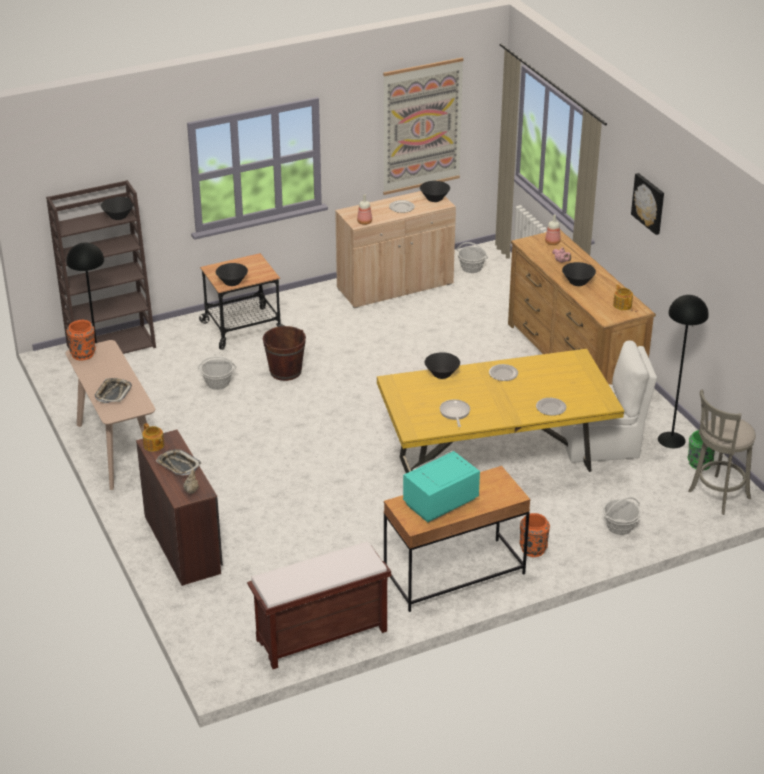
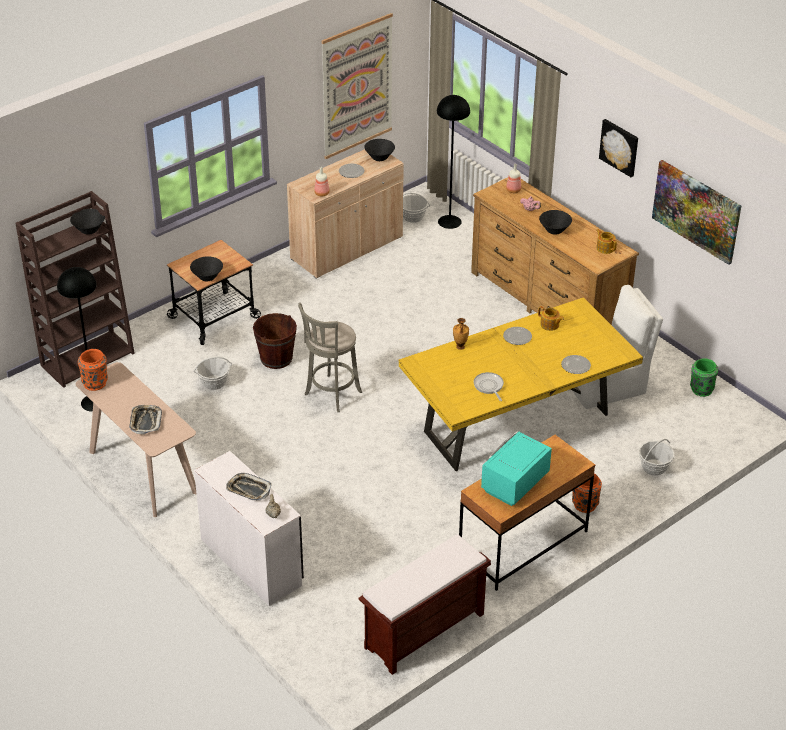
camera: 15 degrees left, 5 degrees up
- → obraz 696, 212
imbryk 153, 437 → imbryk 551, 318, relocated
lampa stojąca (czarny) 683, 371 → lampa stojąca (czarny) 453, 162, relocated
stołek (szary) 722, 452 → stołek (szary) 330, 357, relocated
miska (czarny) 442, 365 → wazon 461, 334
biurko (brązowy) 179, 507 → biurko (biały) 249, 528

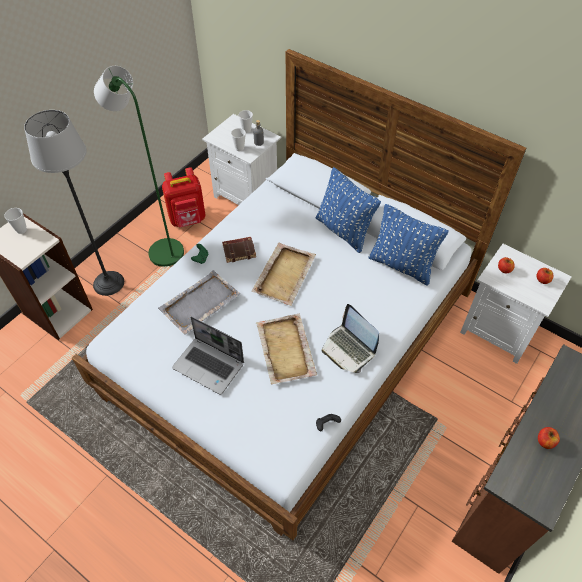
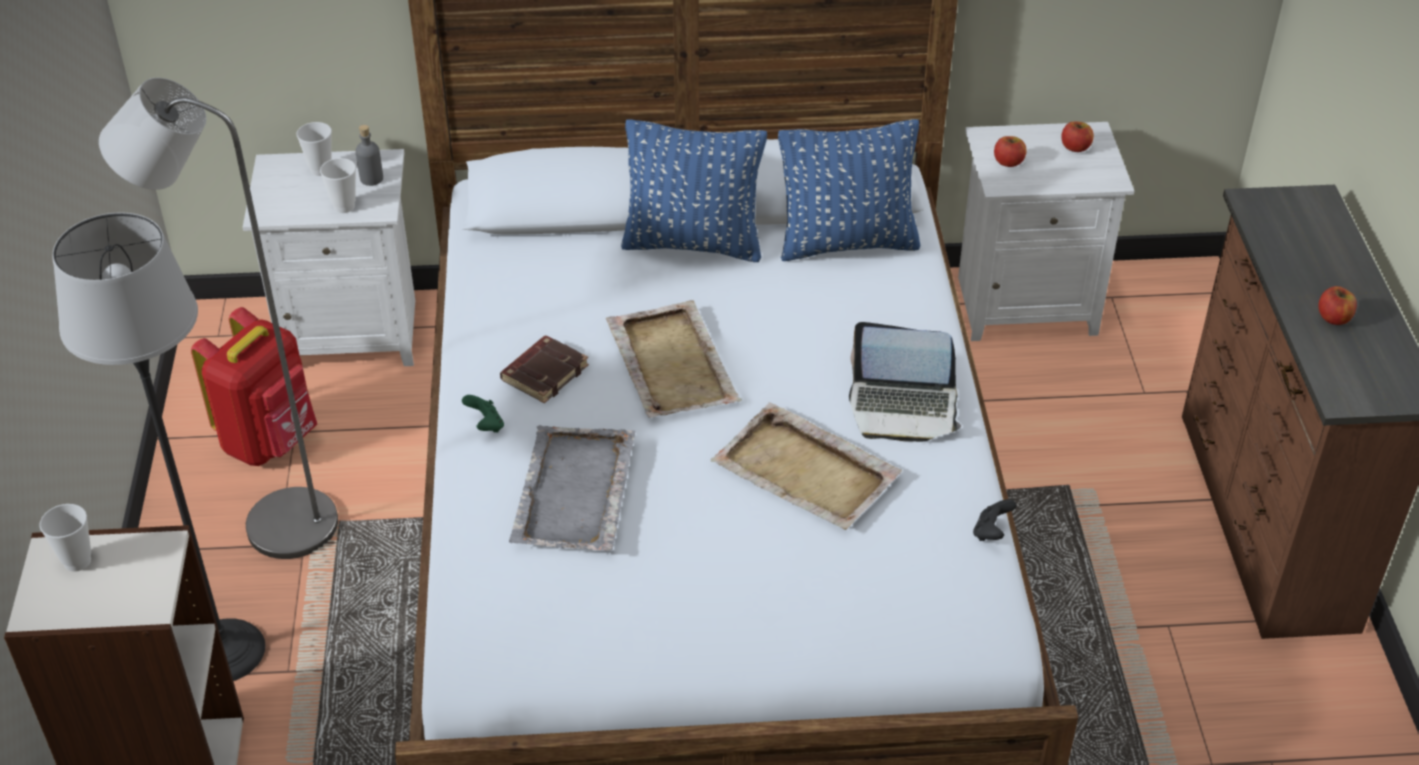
camera: 40 degrees left, 10 degrees down
laptop 208, 356 → -
lampa stojąca (zielony) 139, 166 → lampa stojąca (szary) 218, 318

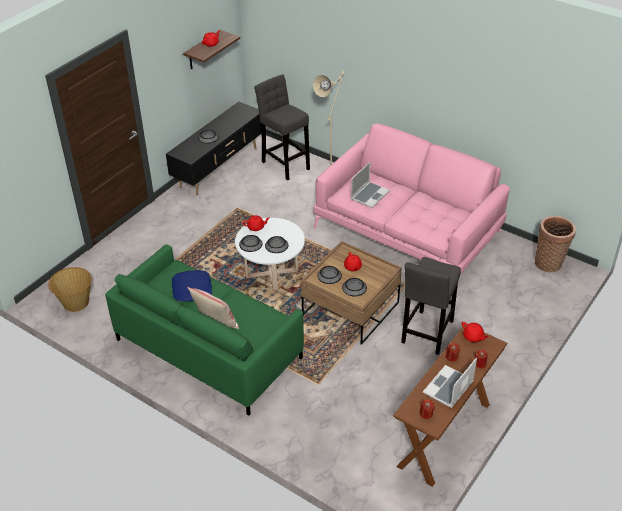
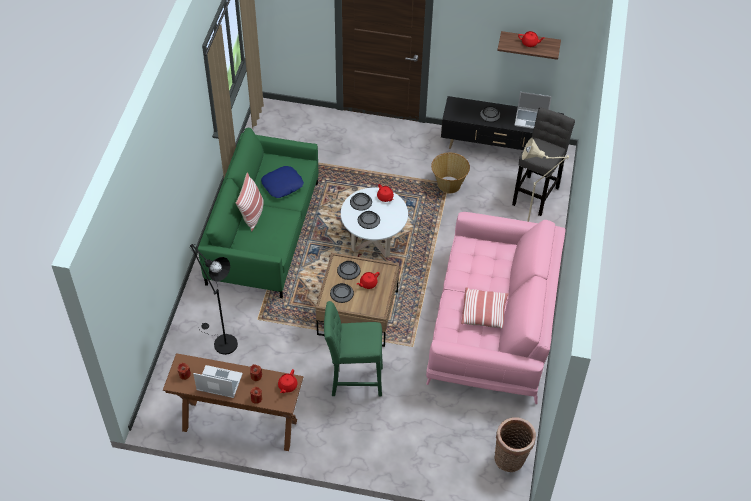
camera: 65 degrees right, 10 degrees up
- → lampa stojąca (czarny) 214, 299
- → poduszka 485, 308
koszyk 70, 289 → koszyk 450, 173, relocated
laptop 370, 185 → laptop 533, 110, relocated
stołek (szary) 431, 306 → stołek (zielony) 353, 349

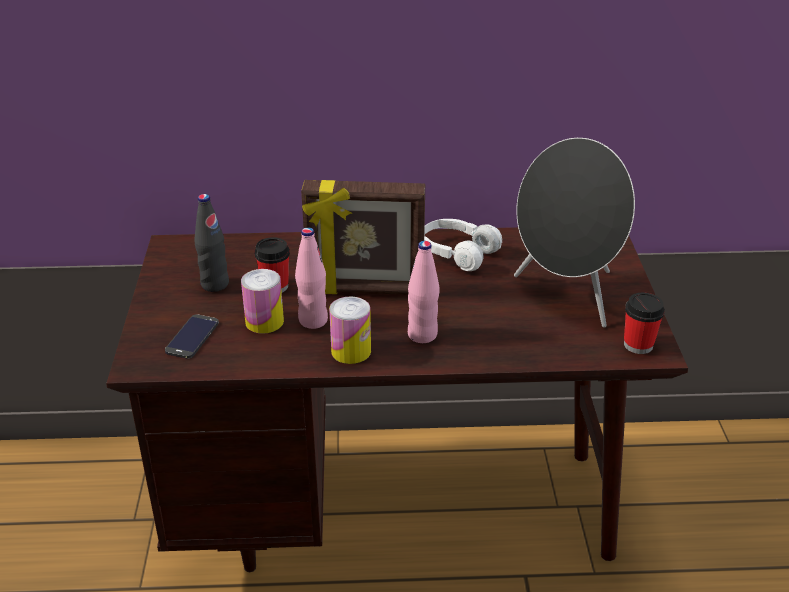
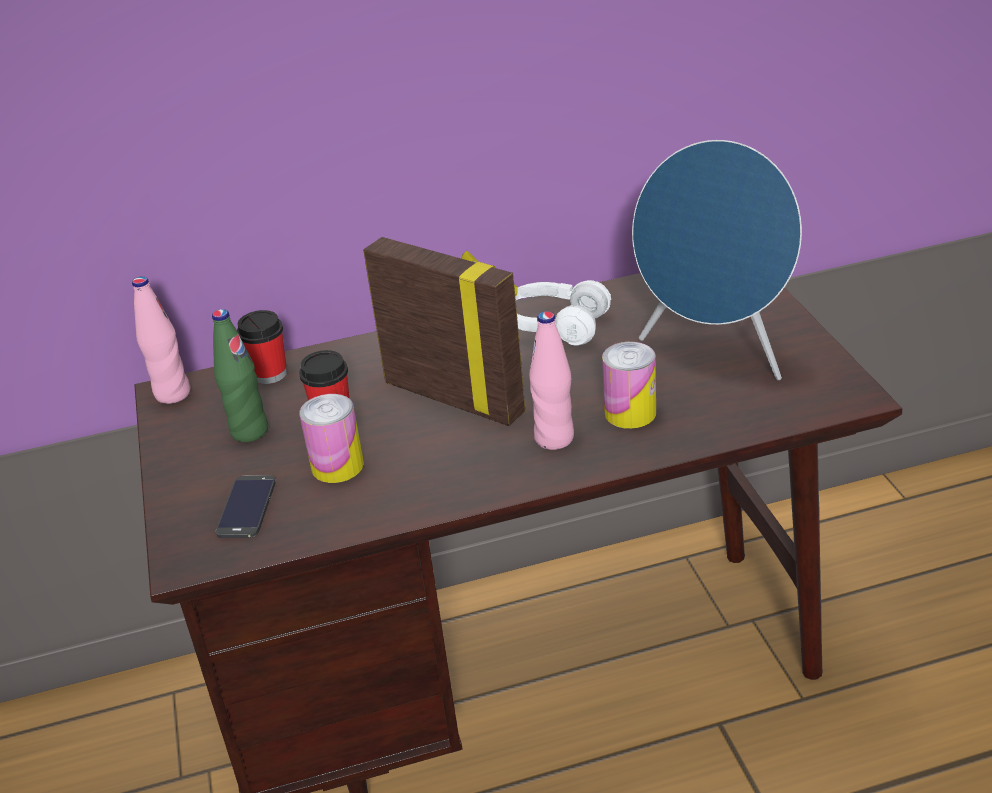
camera: 10 degrees left, 0 degrees up
butelka (różowy) 311, 278 → butelka (różowy) 161, 340, relocated
puszka 350, 330 → puszka 629, 385, relocated
filiżanka 644, 323 → filiżanka 262, 347, relocated
butelka (czarny) 211, 243 → butelka (zielony) 240, 375
głośnik (czarny) 574, 232 → głośnik (niebieski) 717, 260
ramka na zdjęcie 363, 237 → ramka na zdjęcie 444, 331, 135 degrees counterclockwise

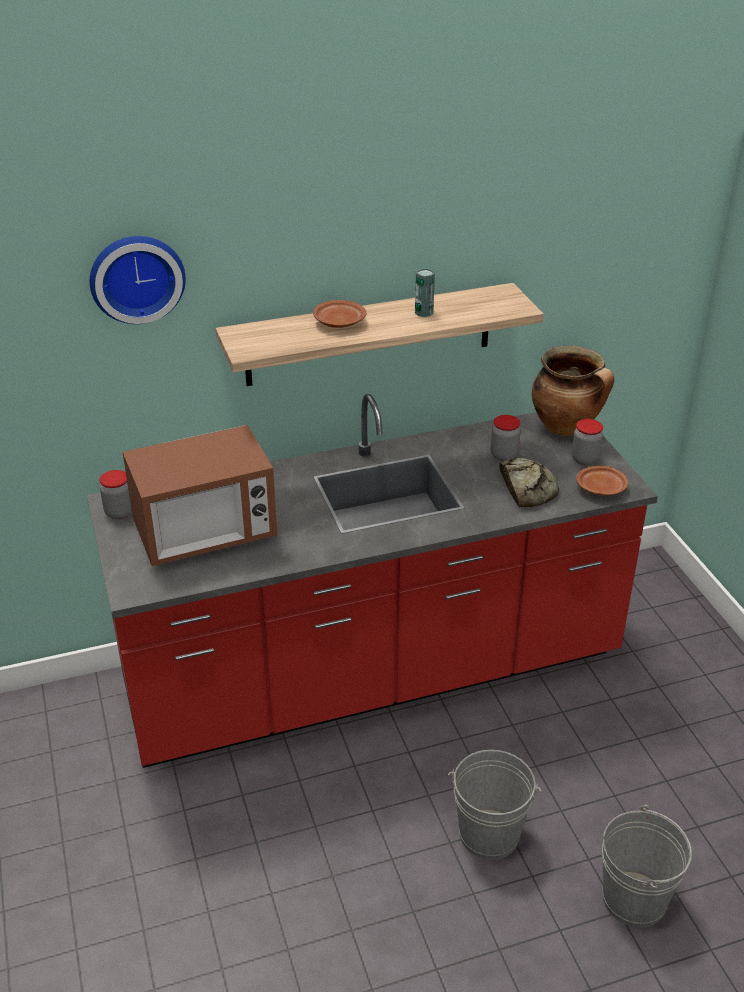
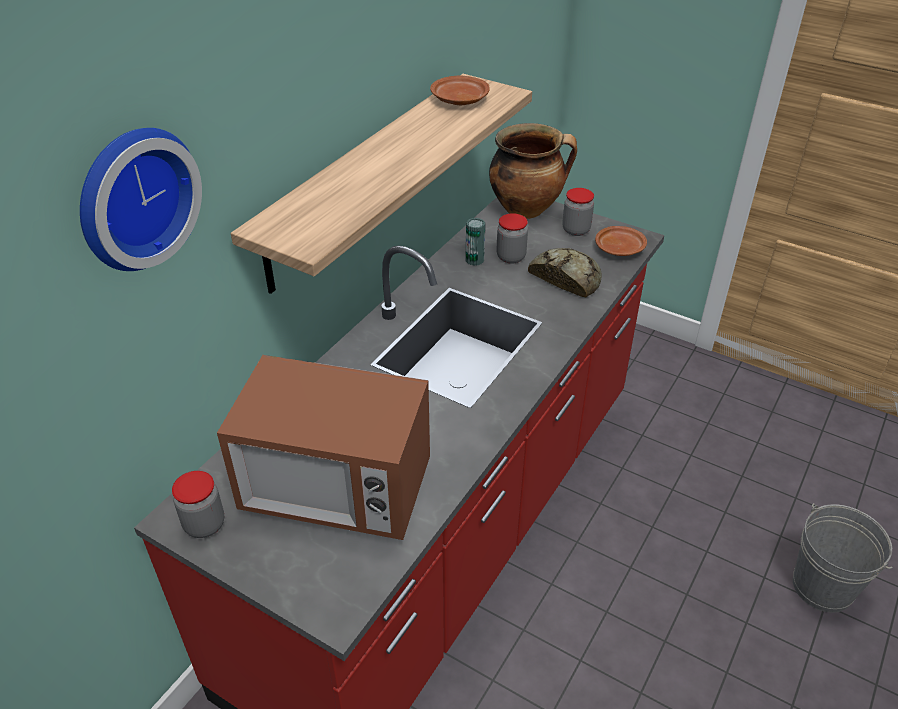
camera: 40 degrees left, 5 degrees up
wiadro (szary) 494, 805 → -
talerz (brązowy) 340, 314 → talerz (brązowy) 460, 90, relocated
puszka 425, 292 → puszka 475, 242, relocated
mikrofalówka 200, 495 → mikrofalówka 323, 447, 75 degrees clockwise

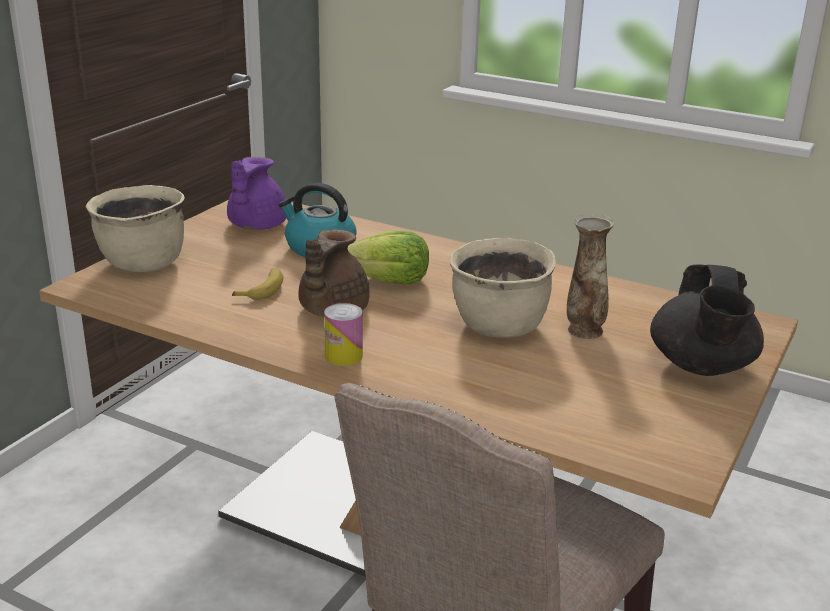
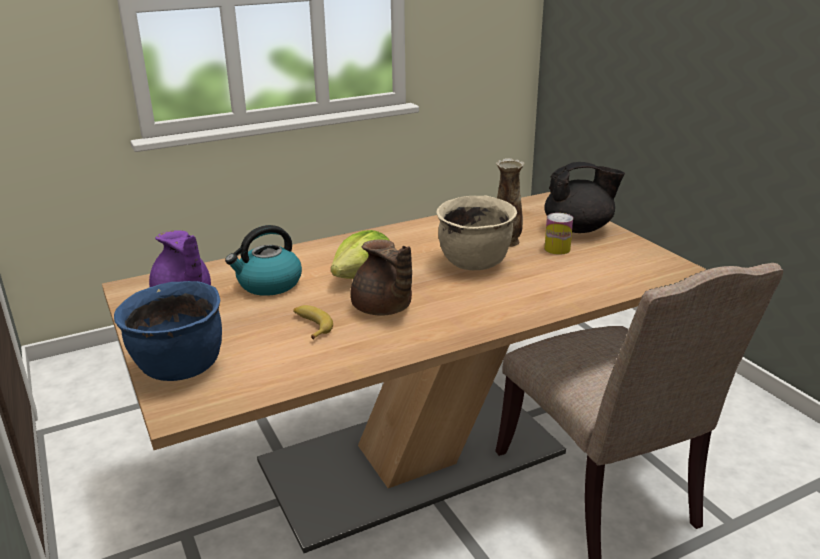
camera: 55 degrees left, 0 degrees up
puszka 343, 334 → puszka 558, 234, relocated
garnek (beżowy) 135, 228 → garnek (niebieski) 168, 331
imbryk (czarny) 707, 320 → imbryk (czarny) 584, 197, 45 degrees counterclockwise

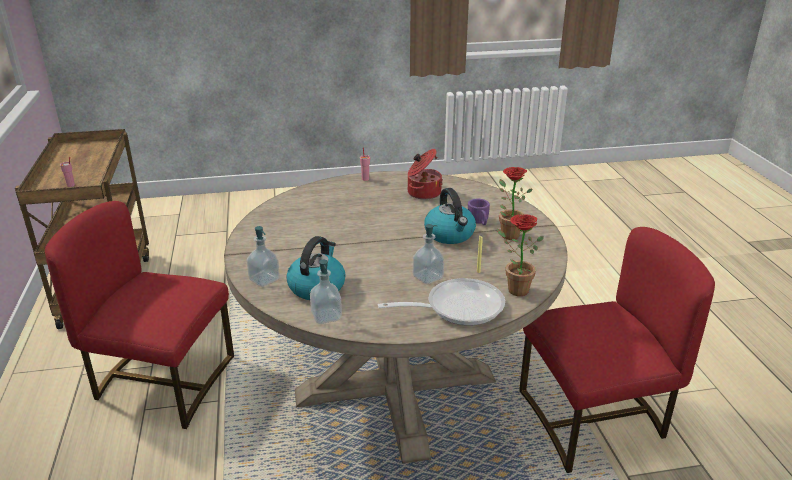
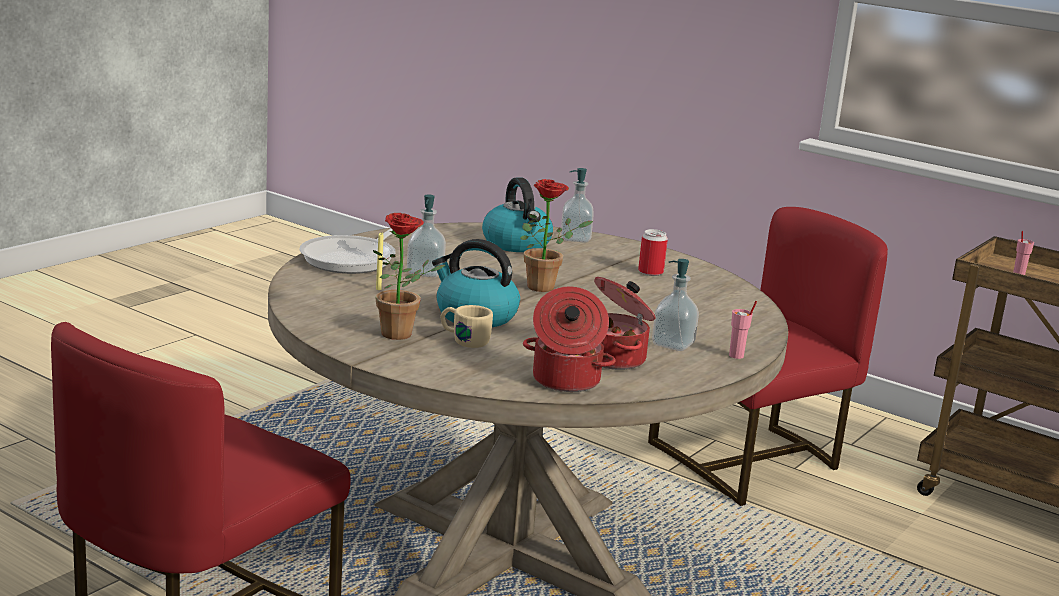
camera: 135 degrees right, 10 degrees down
- → garnek 569, 339
- → puszka 653, 252
dozownik mydła 326, 292 → dozownik mydła 675, 305, relocated
roślina doniczkowa 520, 255 → roślina doniczkowa 556, 235, relocated
kubek (fioletowy) 479, 212 → kubek (beżowy) 466, 326

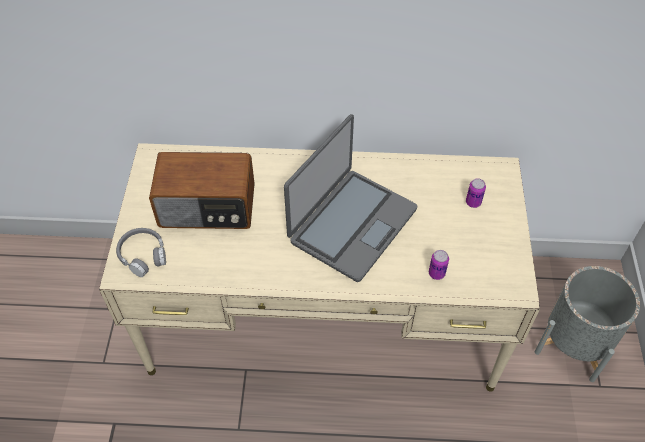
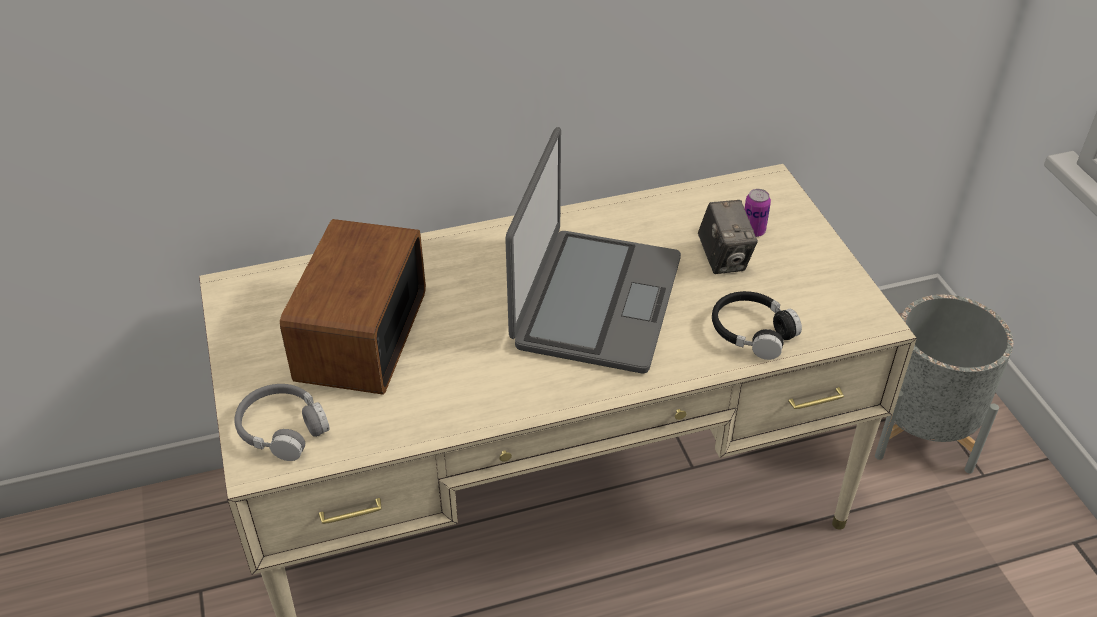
camera: 20 degrees left, 10 degrees down
- → aparat fotograficzny 728, 237
puszka 439, 265 → słuchawki (czarny) 757, 325
radio 202, 190 → radio 353, 307, 120 degrees clockwise

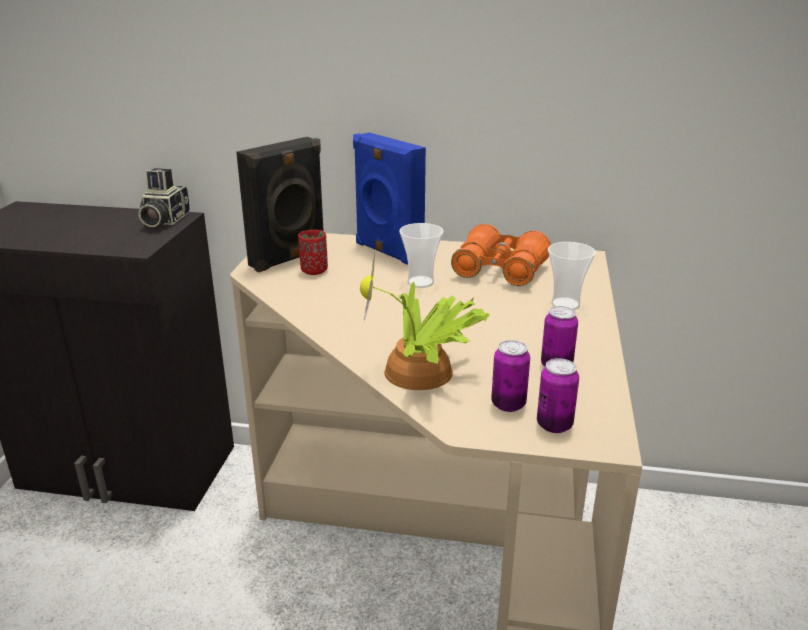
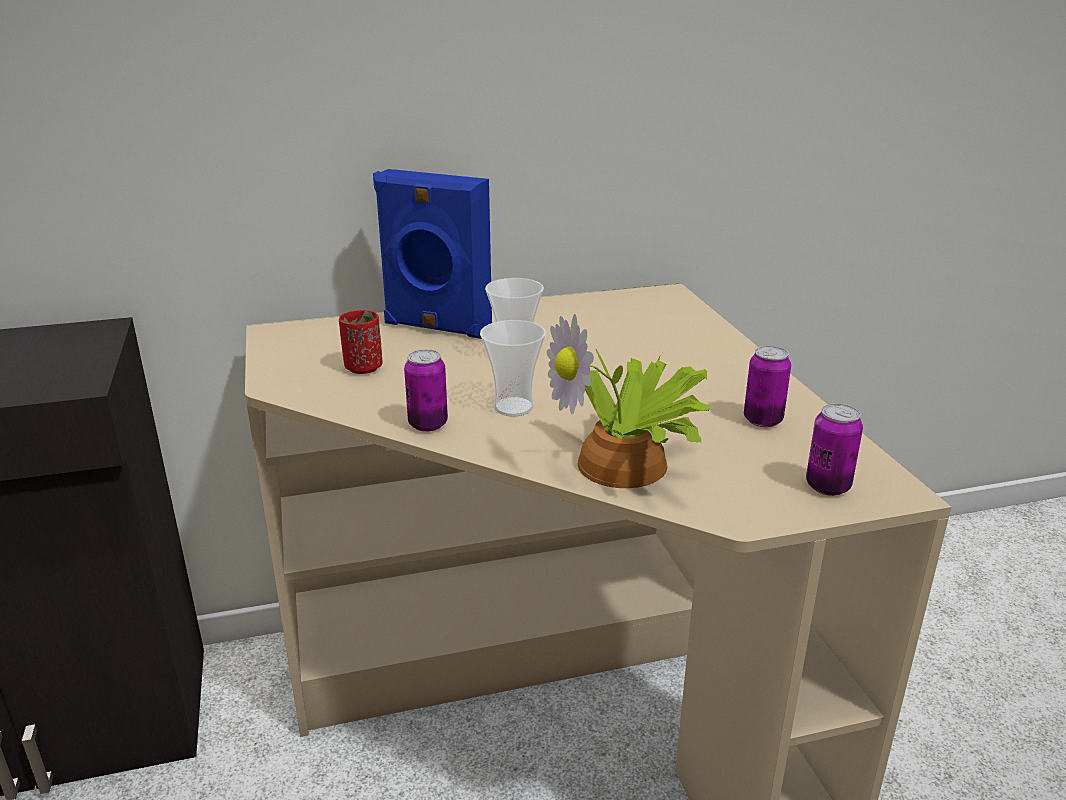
camera: 25 degrees left, 0 degrees up
aparat fotograficzny 164, 197 → -
głośnik (czarny) 280, 204 → -
lornetka (pomarańczowy) 501, 255 → -
puszka 510, 376 → puszka 426, 390, relocated
filiżanka 572, 276 → filiżanka 513, 368, relocated

